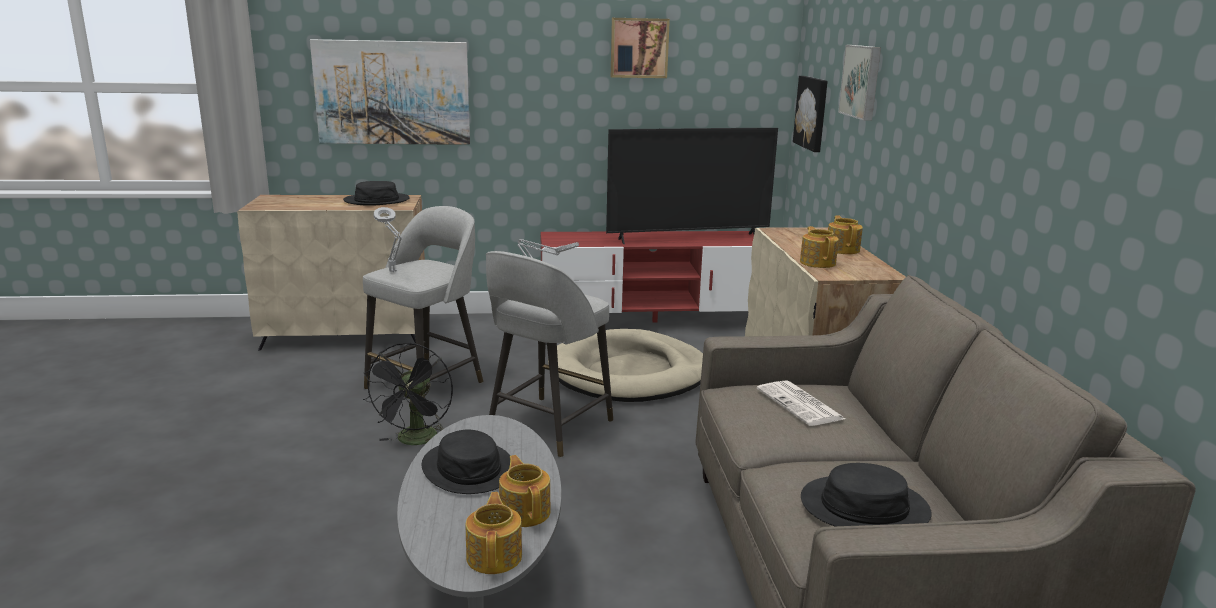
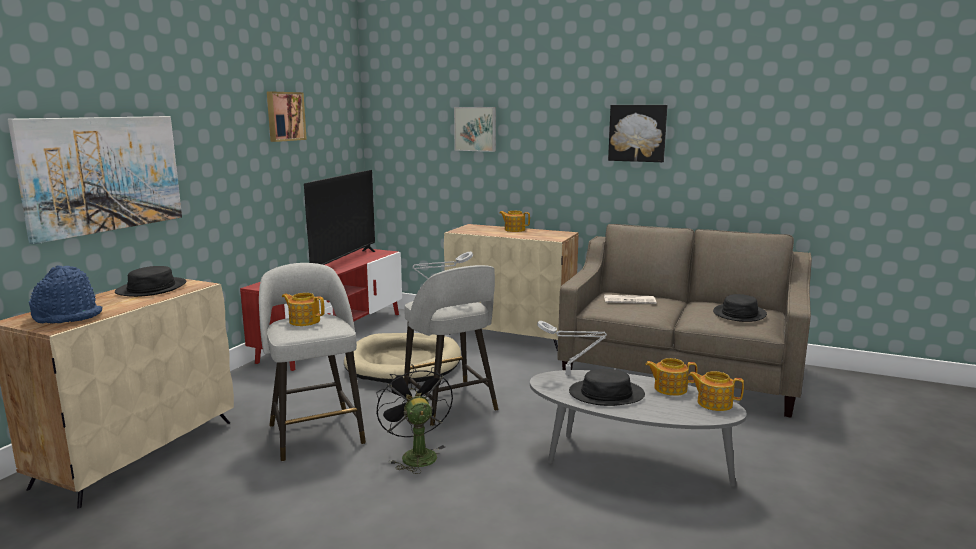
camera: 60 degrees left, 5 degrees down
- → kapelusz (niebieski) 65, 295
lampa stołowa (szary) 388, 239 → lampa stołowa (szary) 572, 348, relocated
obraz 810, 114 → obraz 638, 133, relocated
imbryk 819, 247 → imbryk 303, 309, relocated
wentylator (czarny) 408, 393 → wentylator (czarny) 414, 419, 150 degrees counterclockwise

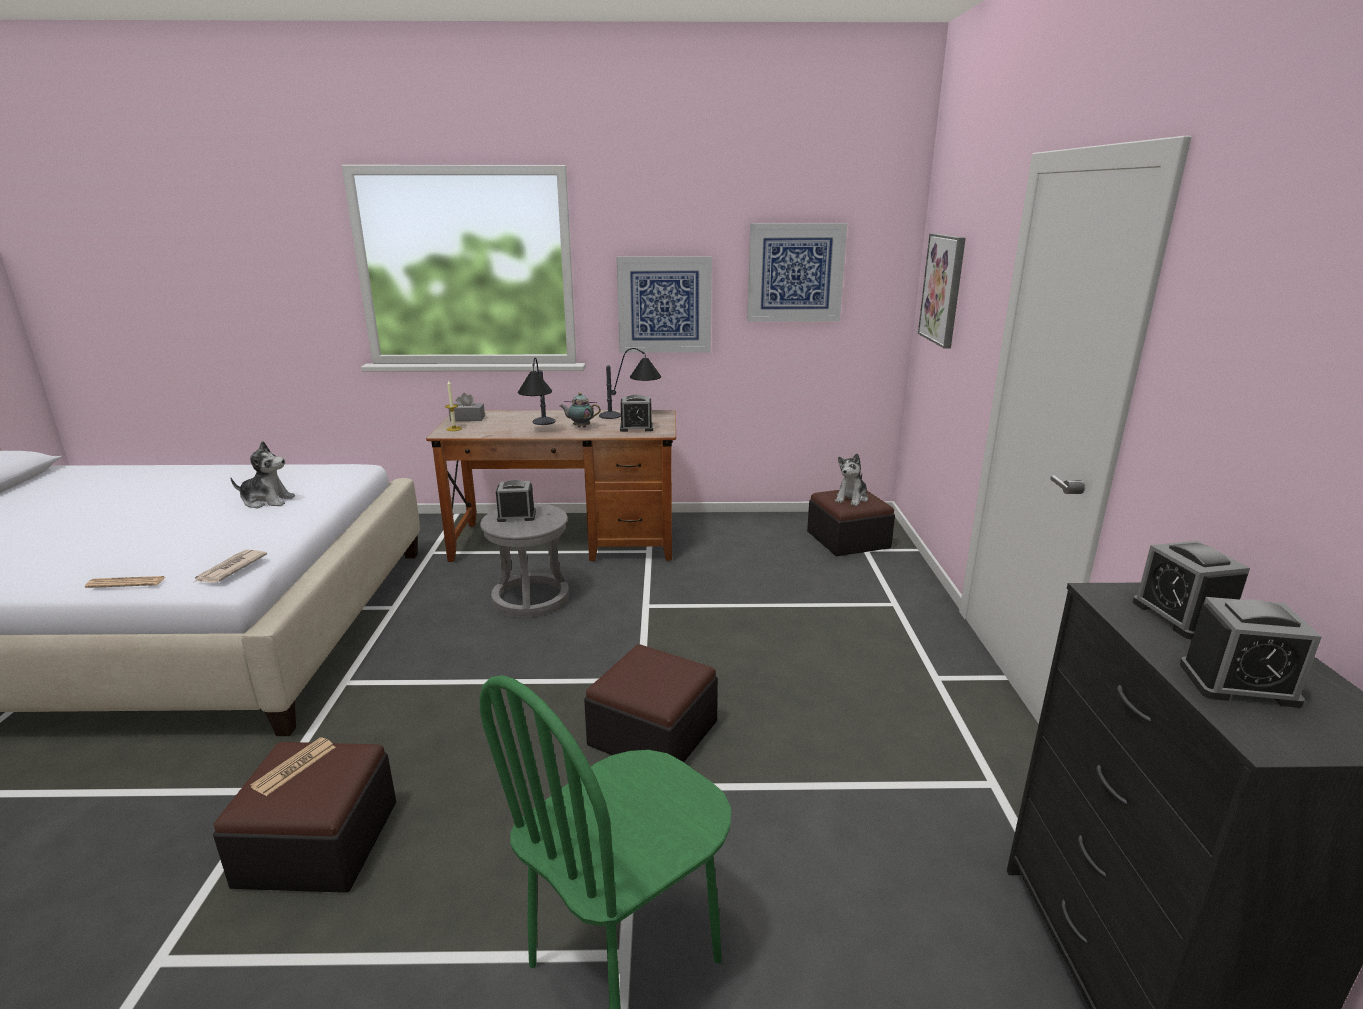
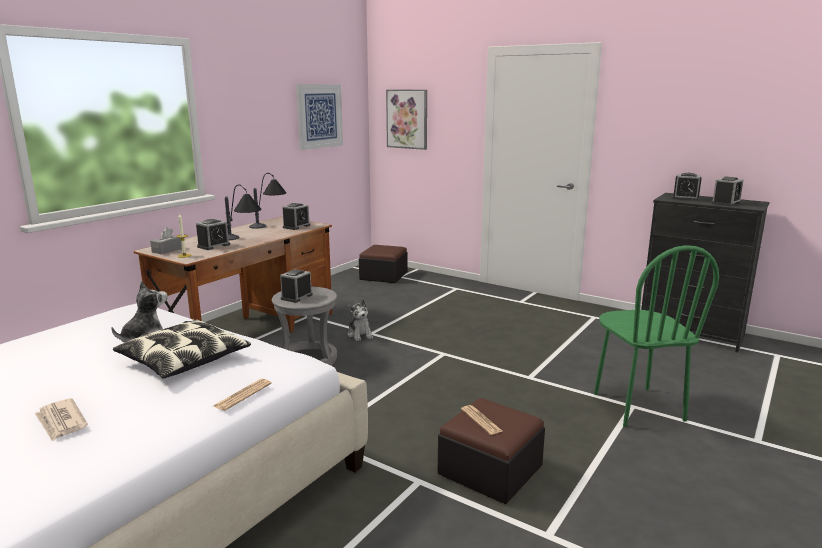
camera: 55 degrees left, 5 degrees down
imbryk 580, 410 → -
pufa 651, 703 → -
obraz 664, 304 → -
- → poduszka 182, 349
- → budzik 213, 234
gazeta 230, 566 → gazeta 61, 420, relocated
pluszak 851, 479 → pluszak 360, 320, relocated

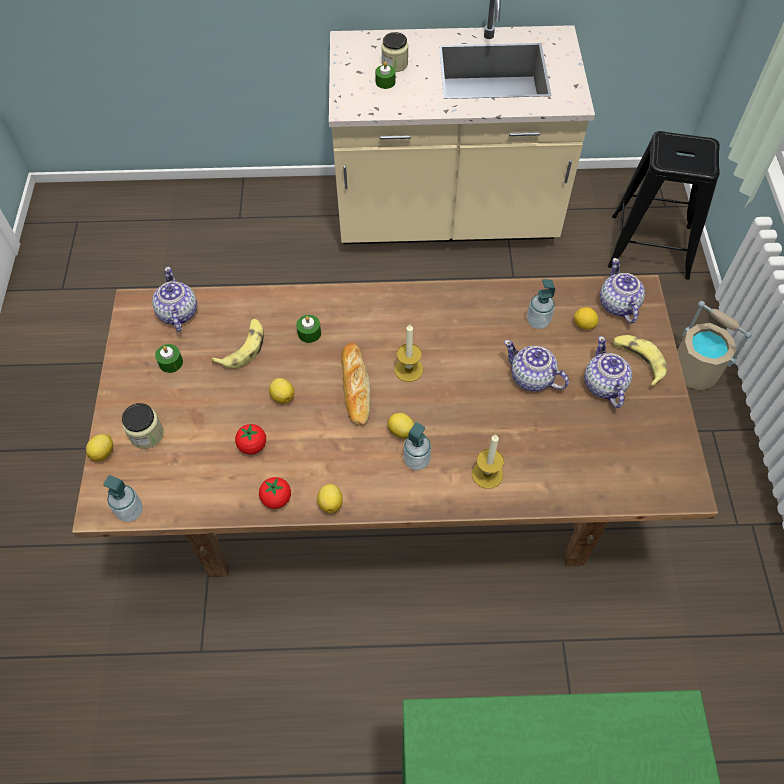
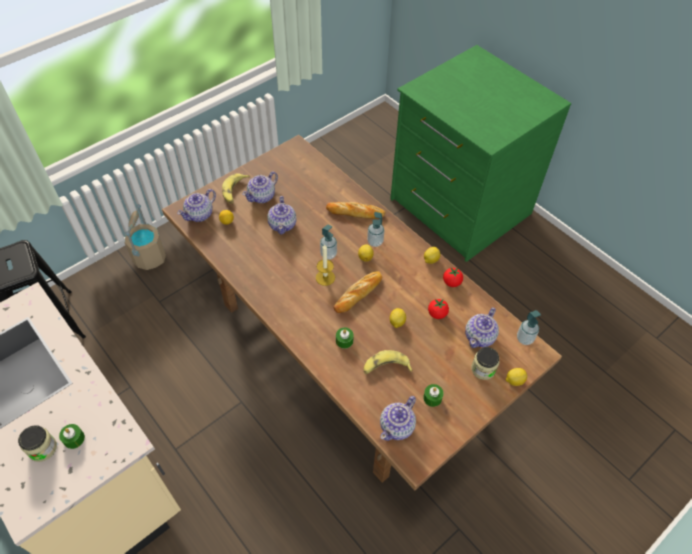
camera: 130 degrees left, 5 degrees down
- → imbryk 482, 327
dozownik mydła 541, 304 → dozownik mydła 328, 242, relocated
świeca 488, 462 → chleb 356, 210

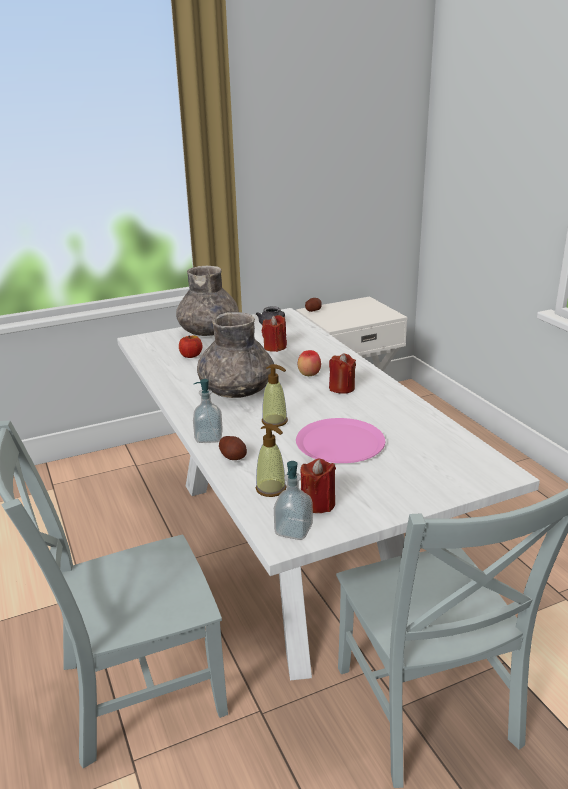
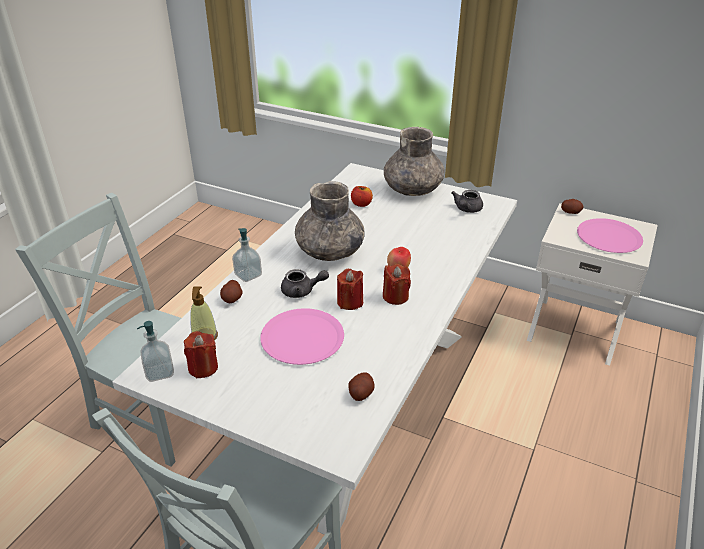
camera: 50 degrees right, 10 degrees up
- → ziemniak 361, 386
- → talerz (różowy) 610, 235
świeca (czerwony) 274, 333 → świeca (czerwony) 350, 289, relocated
dozownik mydła 275, 395 → imbryk (szary) 305, 283

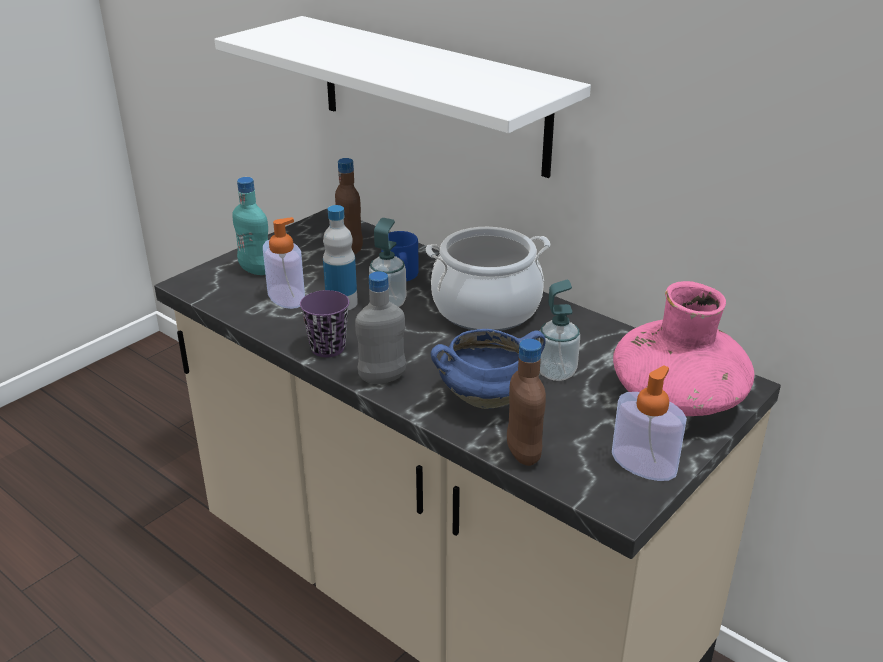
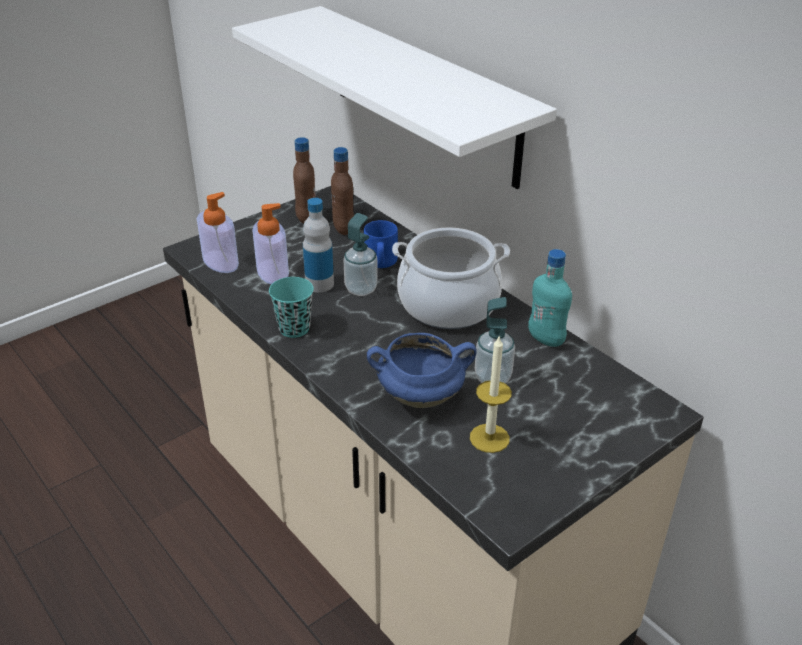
camera: 10 degrees right, 5 degrees up
butelka (szary) 380, 327 → -
wazon (różowy) 683, 348 → -
- → świeca 491, 395
butelka (turkusowy) 250, 226 → butelka (turkusowy) 550, 298, relocated
butelka (brązowy) 526, 402 → butelka (brązowy) 304, 180, relocated
dozownik mydła 649, 423 → dozownik mydła 218, 232, relocated
filiżanka (fioletowy) 324, 323 → filiżanka (turkusowy) 291, 307

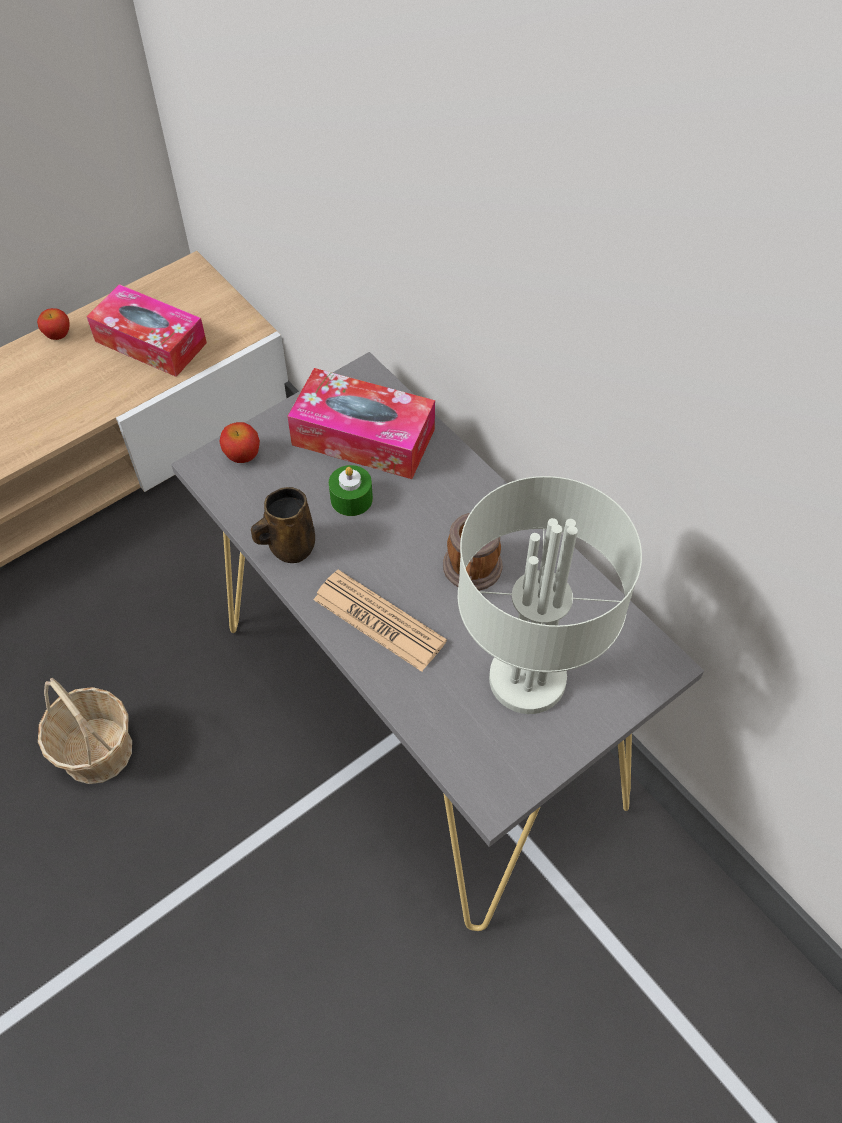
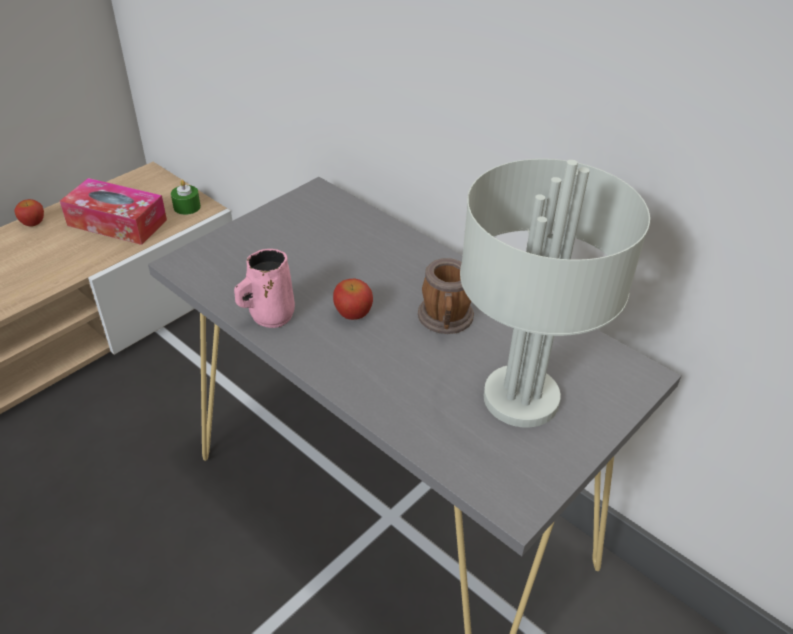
camera: 10 degrees left, 15 degrees down
koszyk 85, 731 → -
pudełko chusteczek 361, 423 → -
gazeta 380, 621 → -
jabłko 239, 442 → jabłko 353, 299, relocated
świeca (zielony) 351, 490 → świeca (zielony) 186, 197, relocated
kubek (brązowy) 283, 525 → kubek (różowy) 264, 288

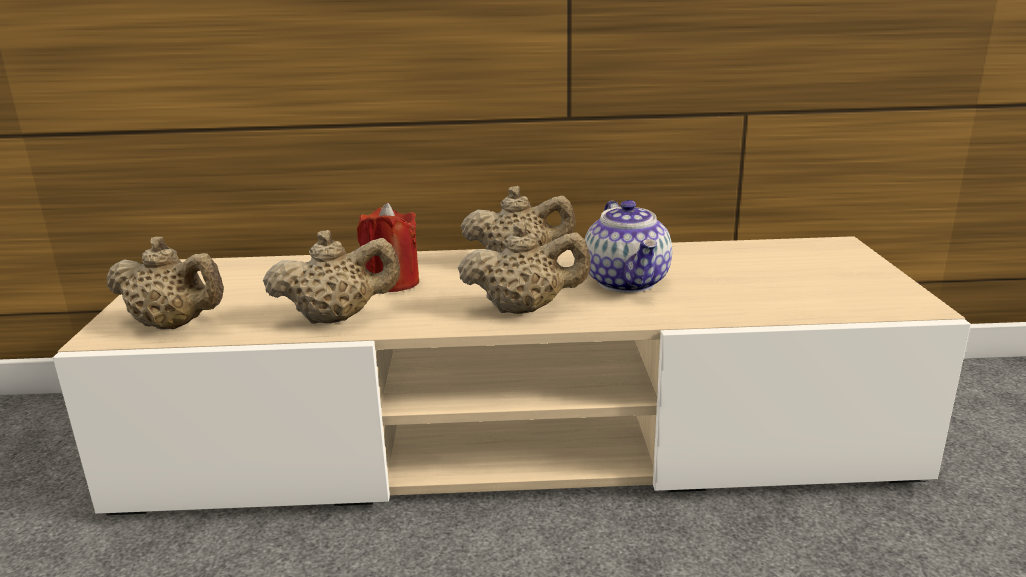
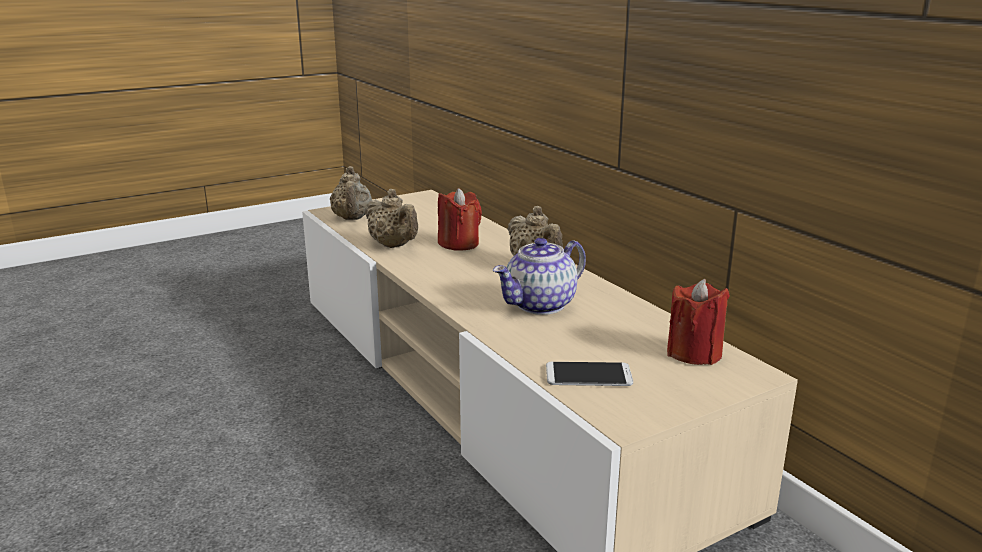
camera: 60 degrees right, 0 degrees up
imbryk (beżowy) 524, 268 → -
- → telefon 589, 374
- → świeca (czerwony) 698, 322

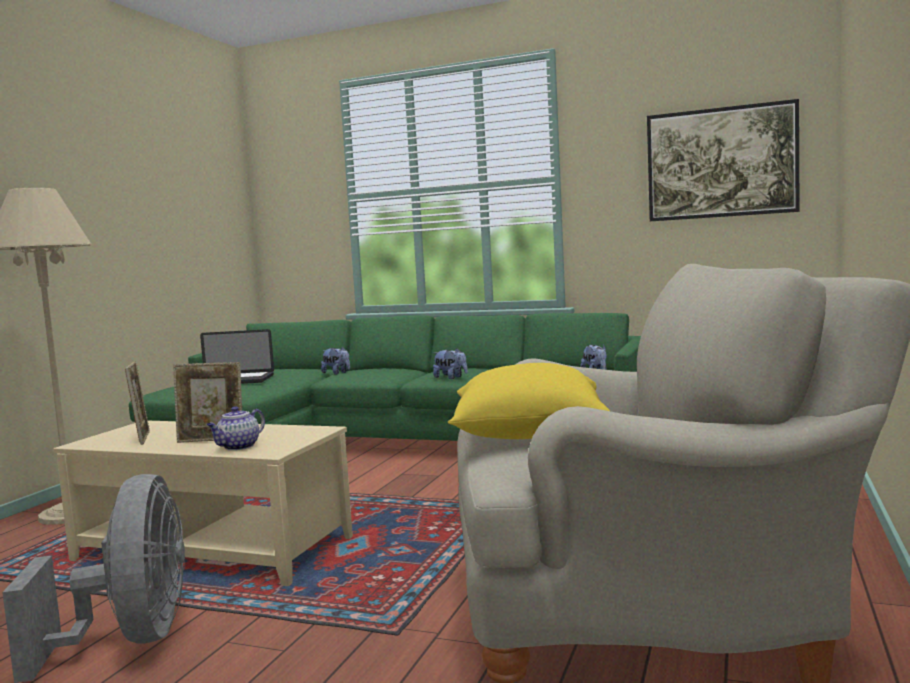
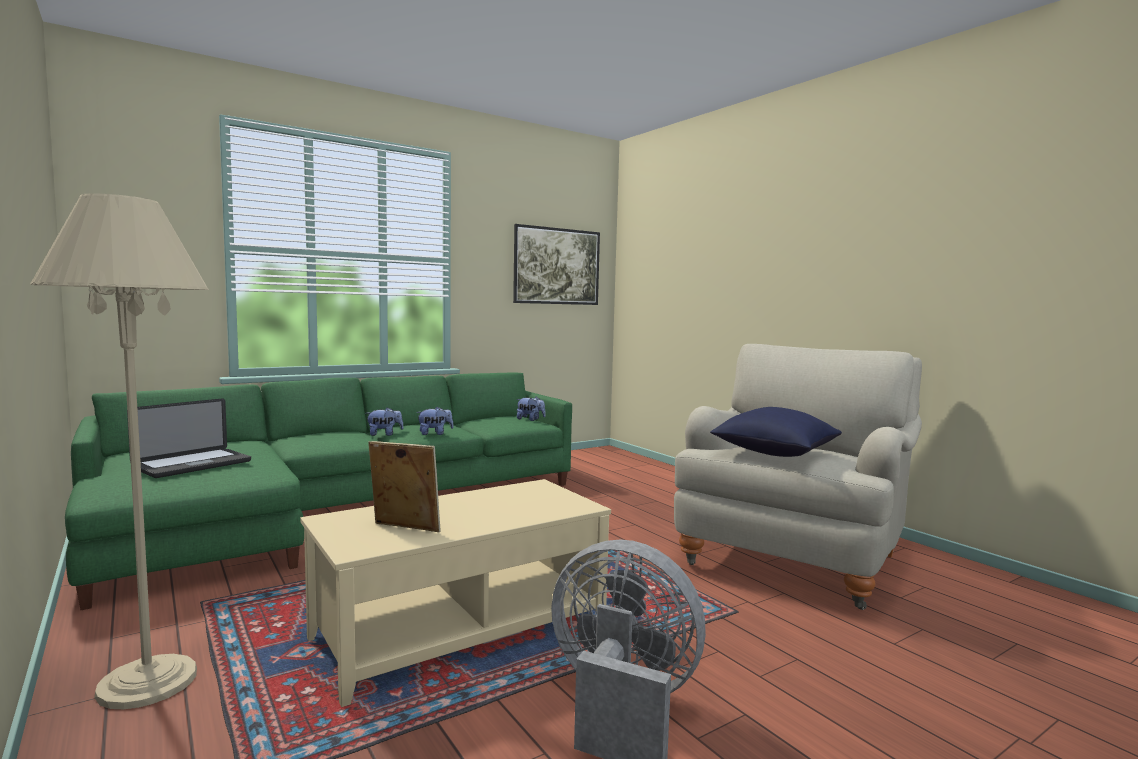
camera: 55 degrees left, 0 degrees up
ramka na zdjęcie 207, 402 → -
imbryk 236, 428 → -
pluszak 335, 360 → pluszak 385, 421, relocated
poduszka (żółty) 529, 401 → poduszka (niebieski) 776, 432

